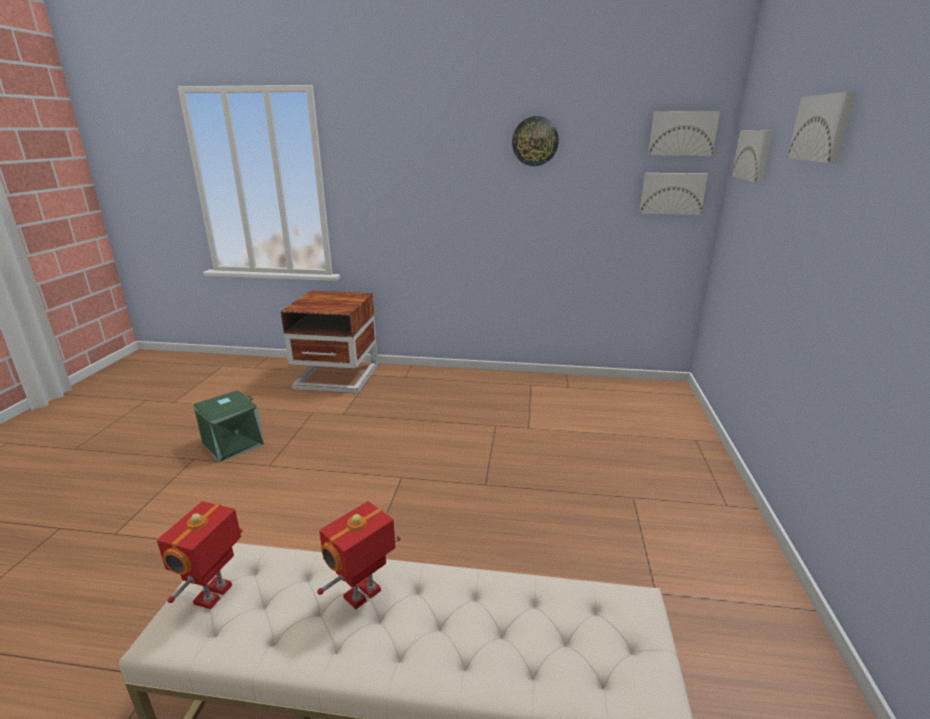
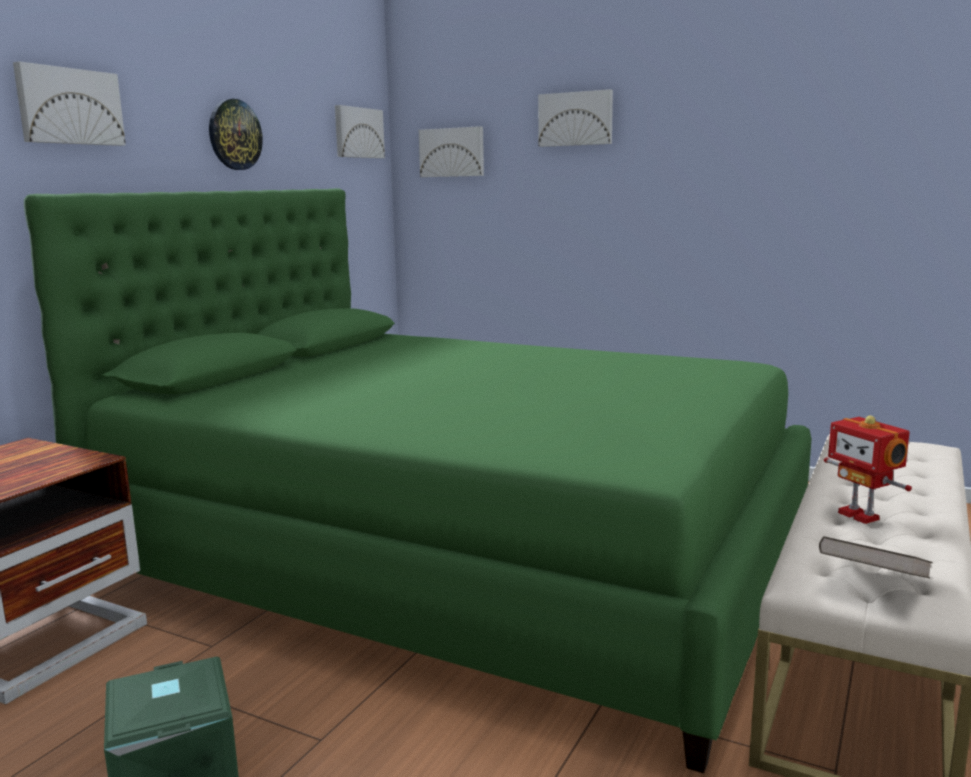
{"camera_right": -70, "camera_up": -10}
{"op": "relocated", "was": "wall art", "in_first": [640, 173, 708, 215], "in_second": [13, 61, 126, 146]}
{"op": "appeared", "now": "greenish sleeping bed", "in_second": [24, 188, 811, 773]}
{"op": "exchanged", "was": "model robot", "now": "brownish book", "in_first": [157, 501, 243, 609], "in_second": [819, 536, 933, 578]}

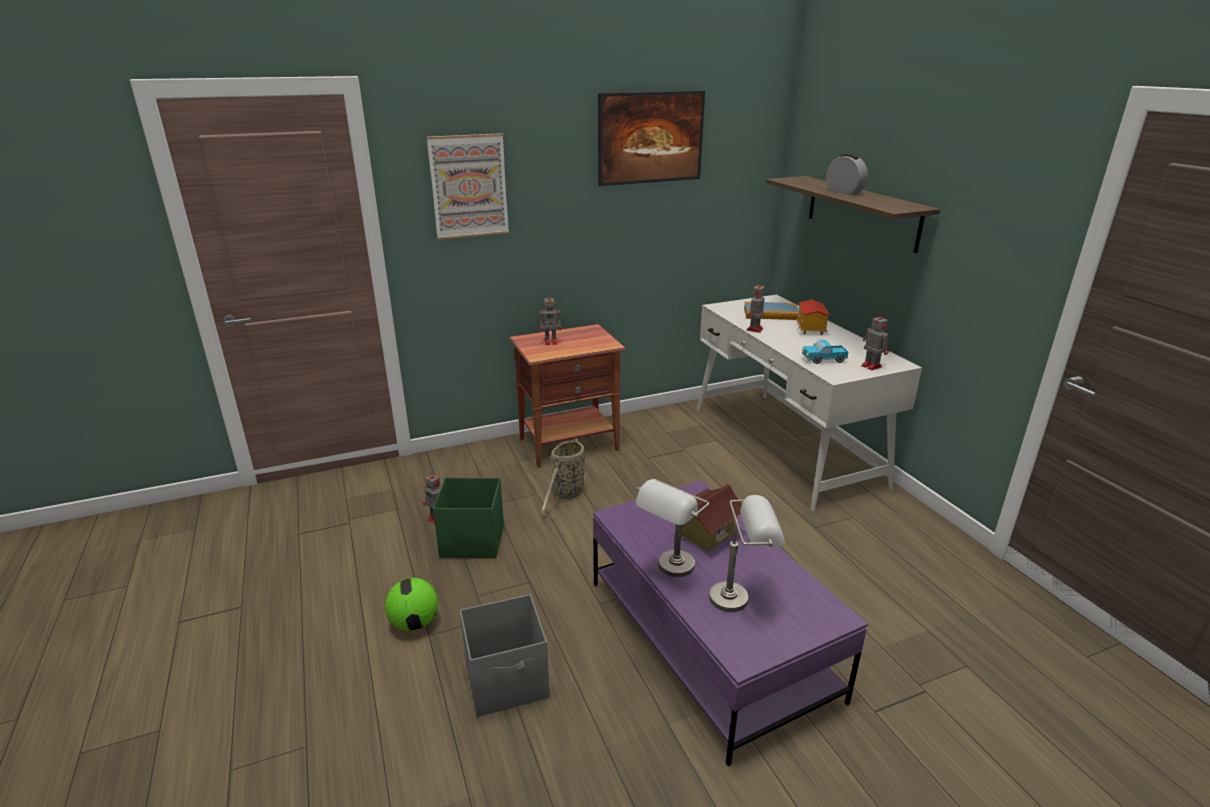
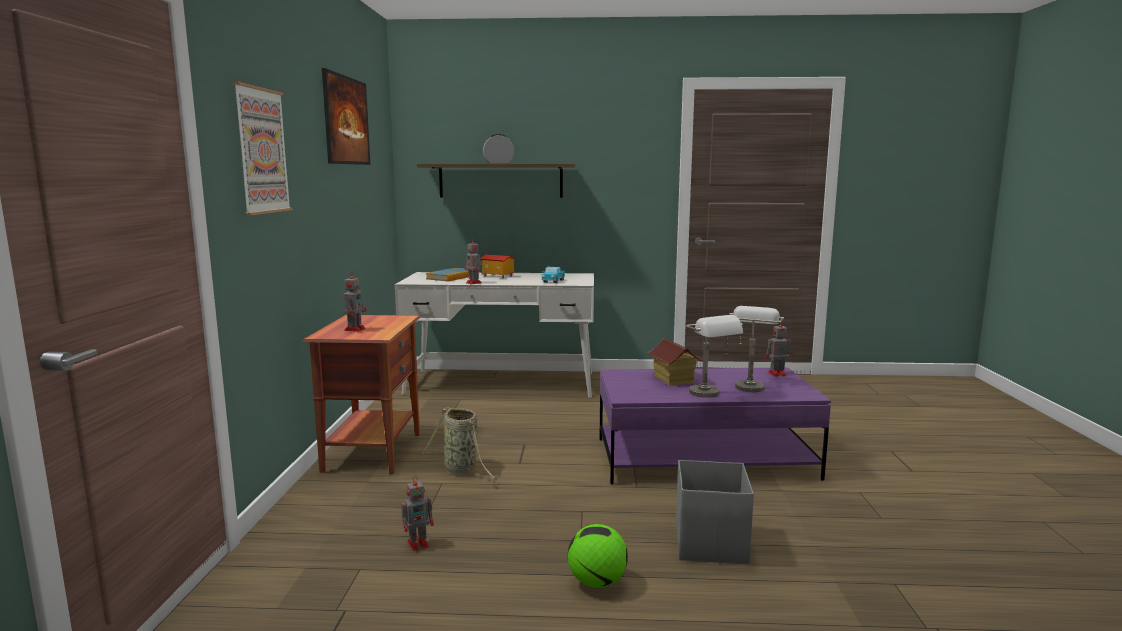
{"camera_right": -65, "camera_up": -15}
{"op": "relocated", "was": "model robot", "in_first": [861, 313, 889, 370], "in_second": [765, 323, 791, 376]}
{"op": "missing", "was": "greenish storage container", "in_first": [433, 478, 504, 558]}

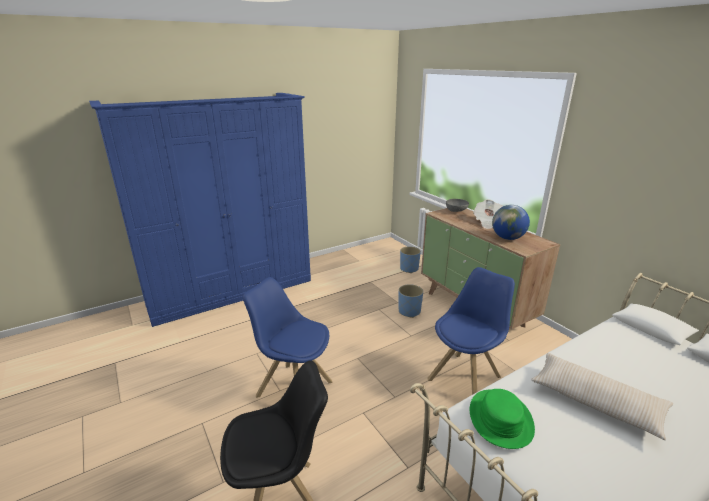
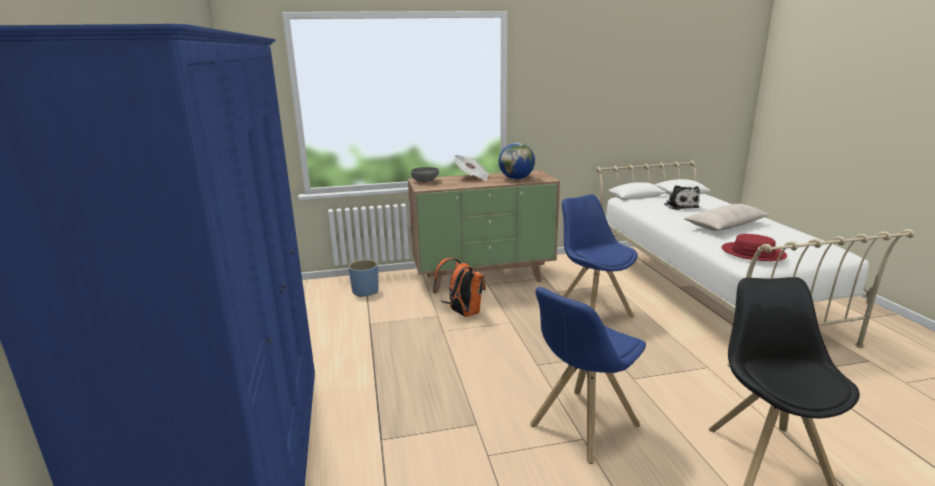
{"camera_right": -70, "camera_up": -5}
{"op": "exchanged", "was": "bluish flower pot", "now": "orangey knapsack", "in_first": [399, 284, 423, 318], "in_second": [434, 258, 486, 317]}
{"op": "appeared", "now": "soft toy", "in_second": [664, 185, 700, 210]}
{"op": "colour", "was": "greenish hat", "now": "reddish hat", "in_first": [470, 389, 535, 449], "in_second": [721, 234, 787, 261]}

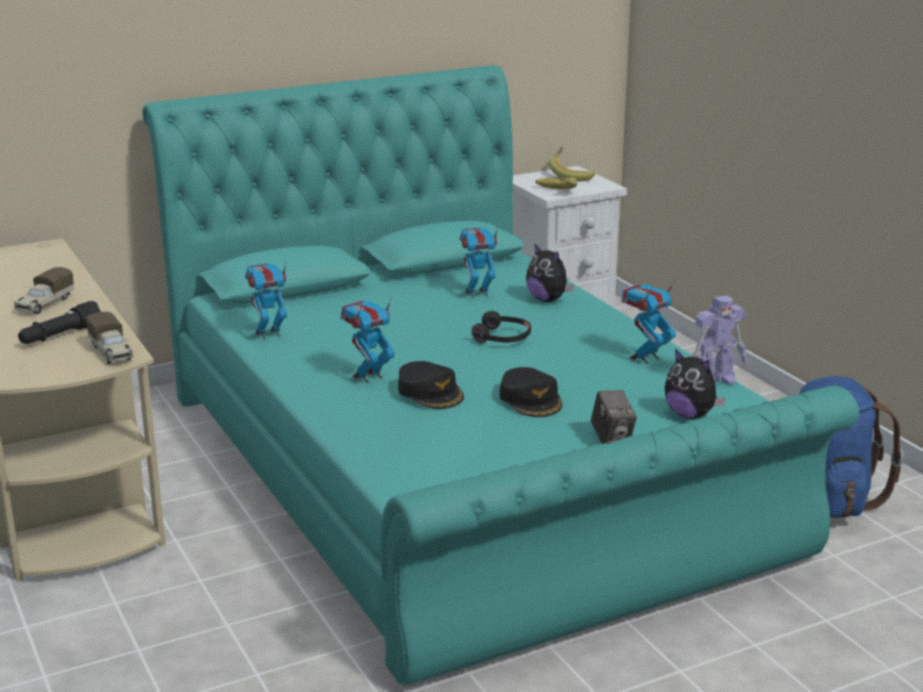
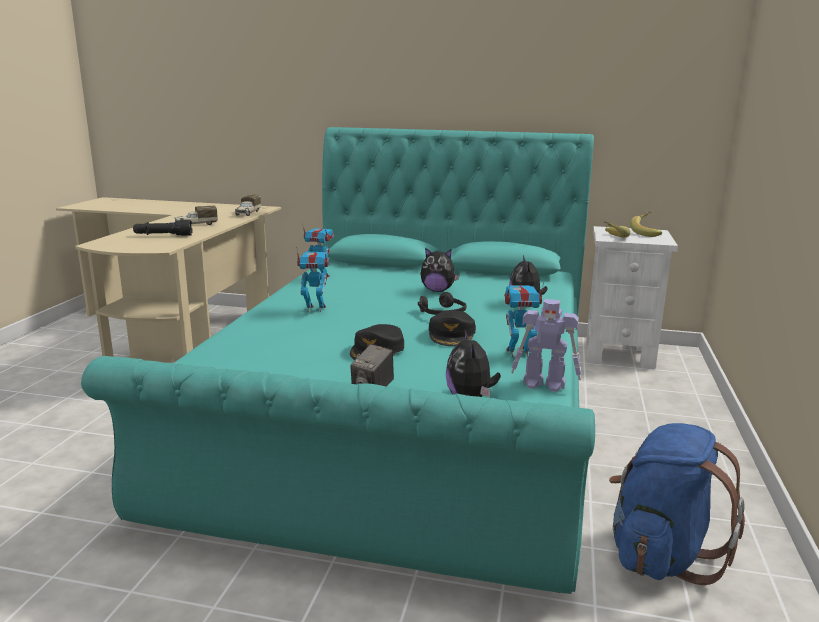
{"camera_right": 40, "camera_up": -5}
{"op": "relocated", "was": "model truck", "in_first": [86, 312, 134, 364], "in_second": [235, 194, 261, 216]}
{"op": "appeared", "now": "soft toy", "in_second": [421, 248, 460, 292]}
{"op": "relocated", "was": "black-coloured baseball cap", "in_first": [398, 361, 464, 409], "in_second": [429, 310, 476, 346]}
{"op": "missing", "was": "model robot", "in_first": [459, 225, 498, 298]}

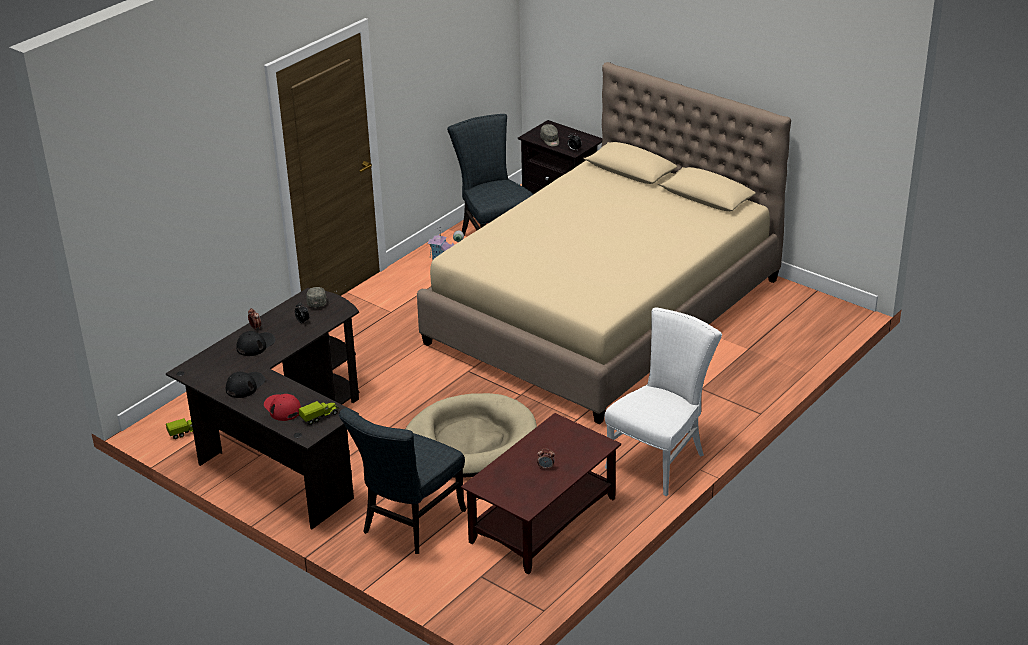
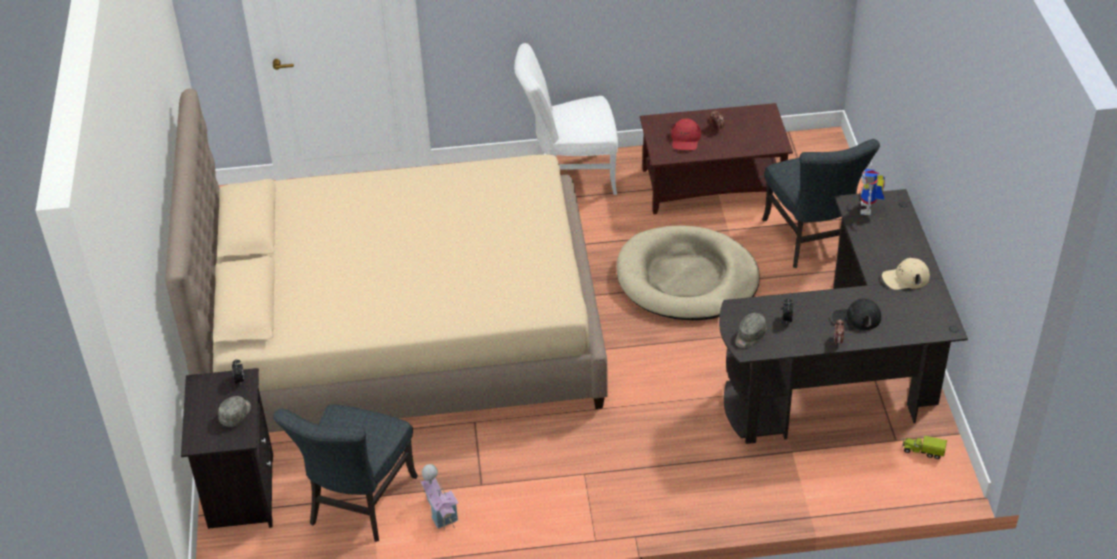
{"camera_right": -135, "camera_up": 10}
{"op": "relocated", "was": "reddish baseball cap", "in_first": [264, 394, 301, 421], "in_second": [671, 118, 701, 150]}
{"op": "spun", "was": "gray chair", "in_first": [339, 408, 466, 554], "in_second": [762, 139, 880, 268], "clockwise": 90}
{"op": "exchanged", "was": "model truck", "now": "model robot", "in_first": [298, 401, 340, 425], "in_second": [860, 162, 885, 215]}
{"op": "colour", "was": "black-coloured baseball cap", "now": "beige-coloured baseball cap", "in_first": [226, 372, 265, 398], "in_second": [882, 258, 930, 290]}

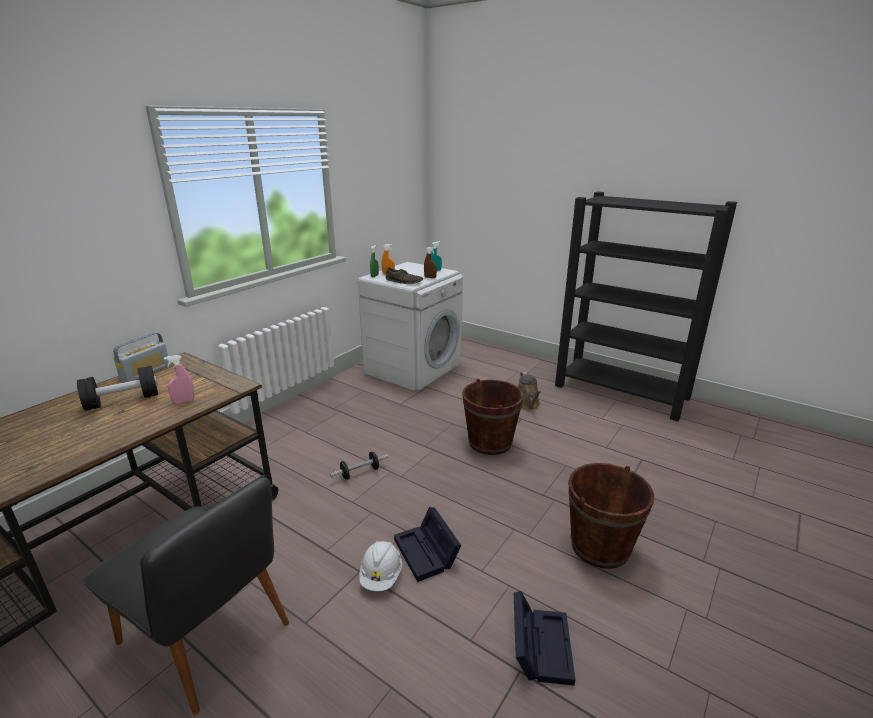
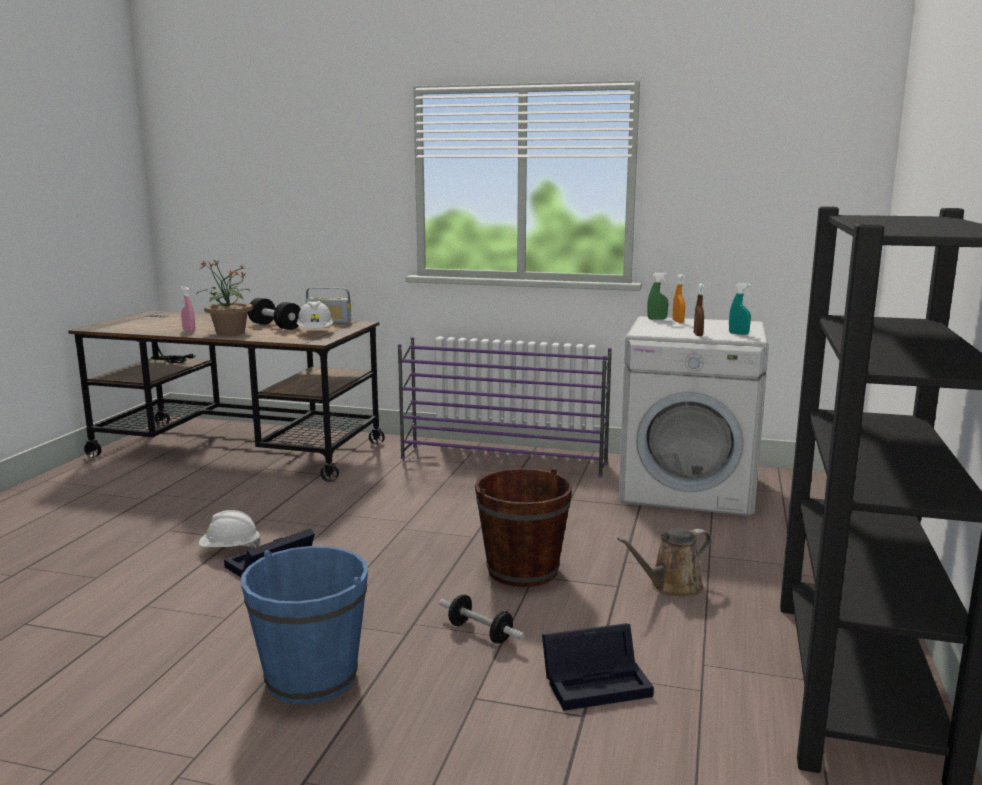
{"camera_right": 70, "camera_up": -10}
{"op": "relocated", "was": "pink sprayer", "in_first": [164, 355, 195, 404], "in_second": [181, 286, 195, 332]}
{"op": "appeared", "now": "plant in a pot", "in_second": [197, 260, 253, 335]}
{"op": "colour", "was": "brownish water bucket", "now": "bluish water bucket", "in_first": [568, 463, 654, 569], "in_second": [241, 546, 368, 704]}
{"op": "appeared", "now": "white safety helmet", "in_second": [297, 301, 333, 329]}
{"op": "appeared", "now": "purplish shoe shelf", "in_second": [398, 337, 612, 477]}
{"op": "relocated", "was": "free weight", "in_first": [330, 452, 388, 480], "in_second": [439, 594, 525, 644]}
{"op": "relocated", "was": "black-coloured storage container", "in_first": [514, 591, 575, 686], "in_second": [542, 623, 654, 711]}
{"op": "missing", "was": "black-coloured chair", "in_first": [84, 476, 289, 715]}
{"op": "missing", "was": "brownish item of footwear", "in_first": [386, 267, 423, 284]}

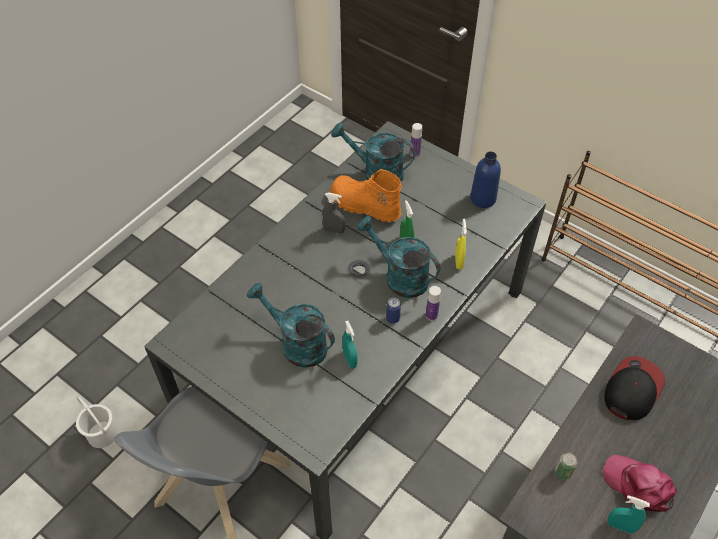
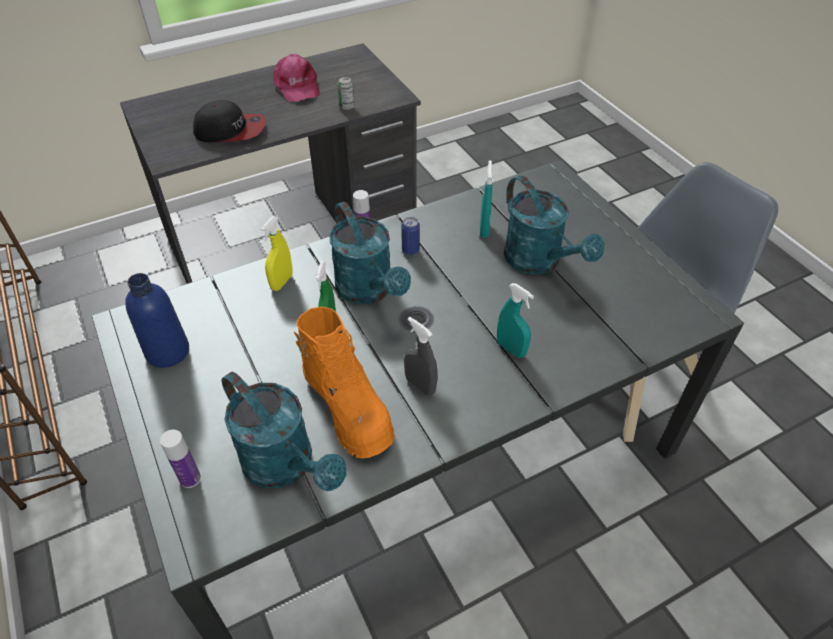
{"camera_right": -155, "camera_up": -5}
{"op": "spun", "was": "baseball cap", "in_first": [604, 356, 665, 420], "in_second": [193, 100, 266, 142], "clockwise": -150}
{"op": "relocated", "was": "turquoise-coloured sprayer", "in_first": [607, 495, 650, 534], "in_second": [497, 283, 534, 358]}
{"op": "missing", "was": "white water bucket", "in_first": [76, 396, 117, 448]}

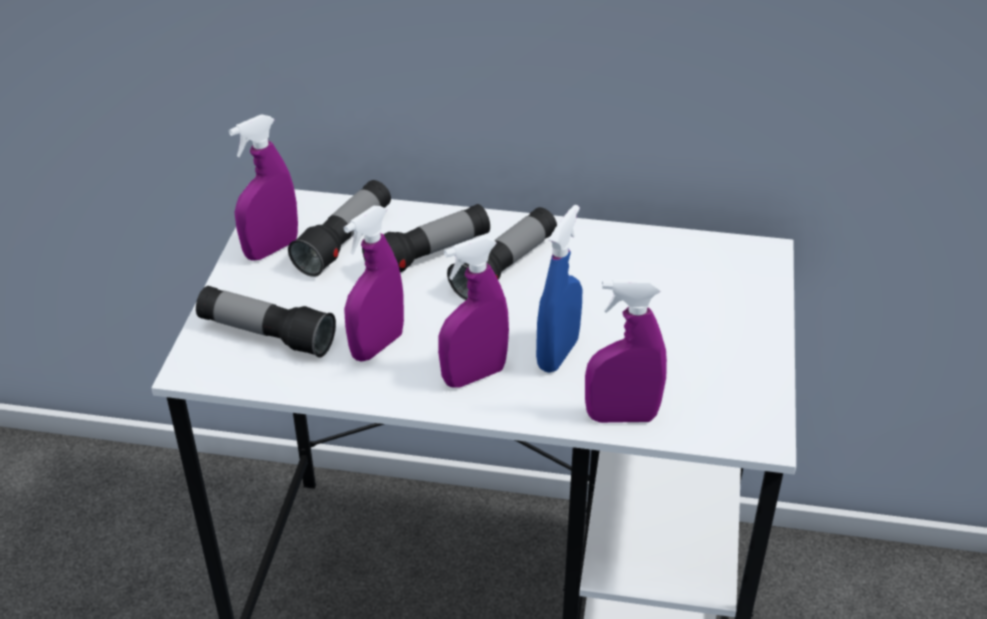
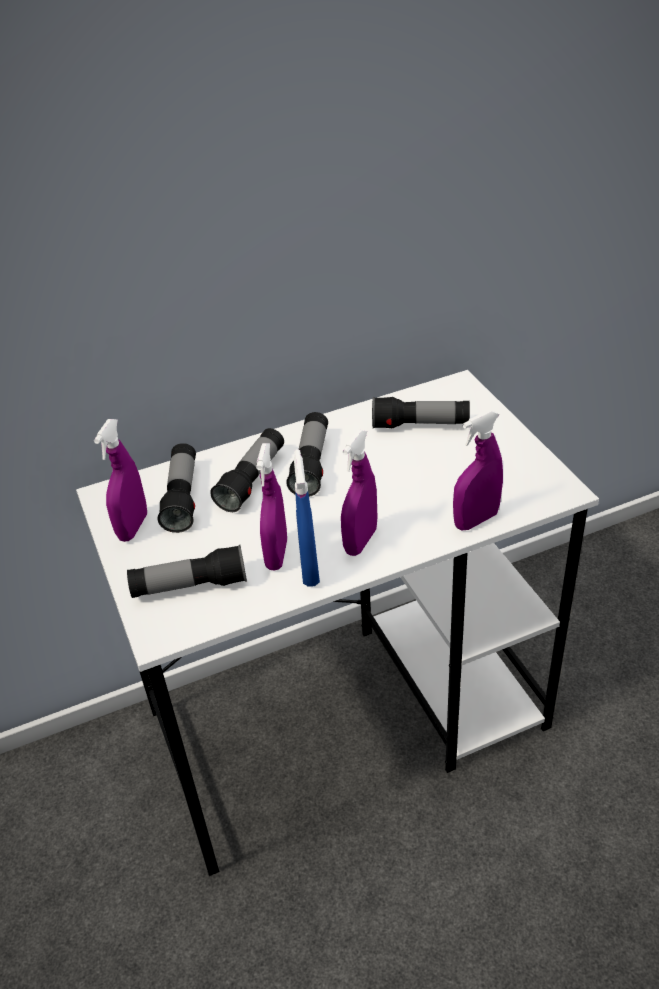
{"camera_right": -30, "camera_up": 0}
{"op": "relocated", "was": "bluish sprayer", "in_first": [536, 205, 582, 373], "in_second": [294, 449, 320, 587]}
{"op": "appeared", "now": "hand torch", "in_second": [372, 397, 470, 429]}

